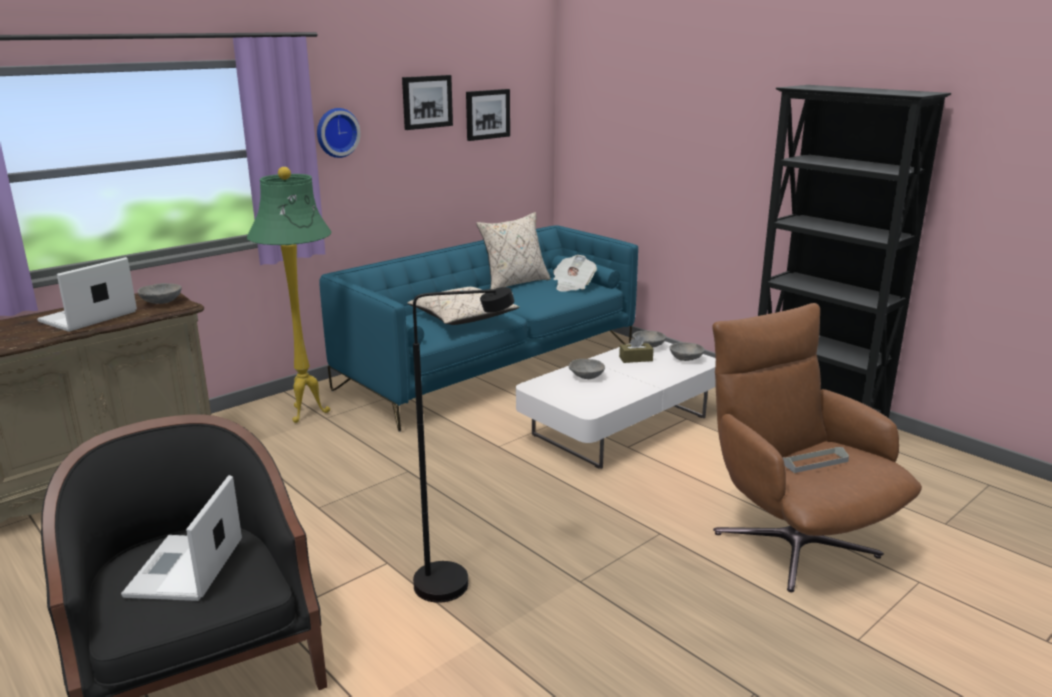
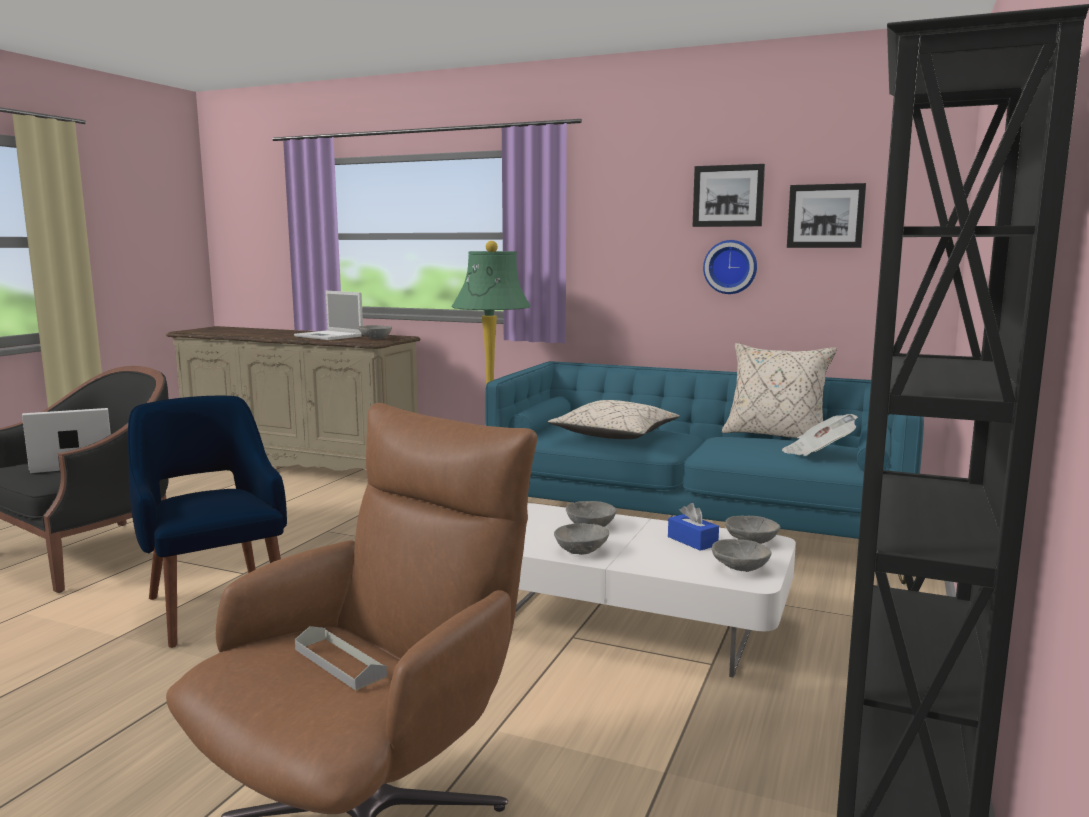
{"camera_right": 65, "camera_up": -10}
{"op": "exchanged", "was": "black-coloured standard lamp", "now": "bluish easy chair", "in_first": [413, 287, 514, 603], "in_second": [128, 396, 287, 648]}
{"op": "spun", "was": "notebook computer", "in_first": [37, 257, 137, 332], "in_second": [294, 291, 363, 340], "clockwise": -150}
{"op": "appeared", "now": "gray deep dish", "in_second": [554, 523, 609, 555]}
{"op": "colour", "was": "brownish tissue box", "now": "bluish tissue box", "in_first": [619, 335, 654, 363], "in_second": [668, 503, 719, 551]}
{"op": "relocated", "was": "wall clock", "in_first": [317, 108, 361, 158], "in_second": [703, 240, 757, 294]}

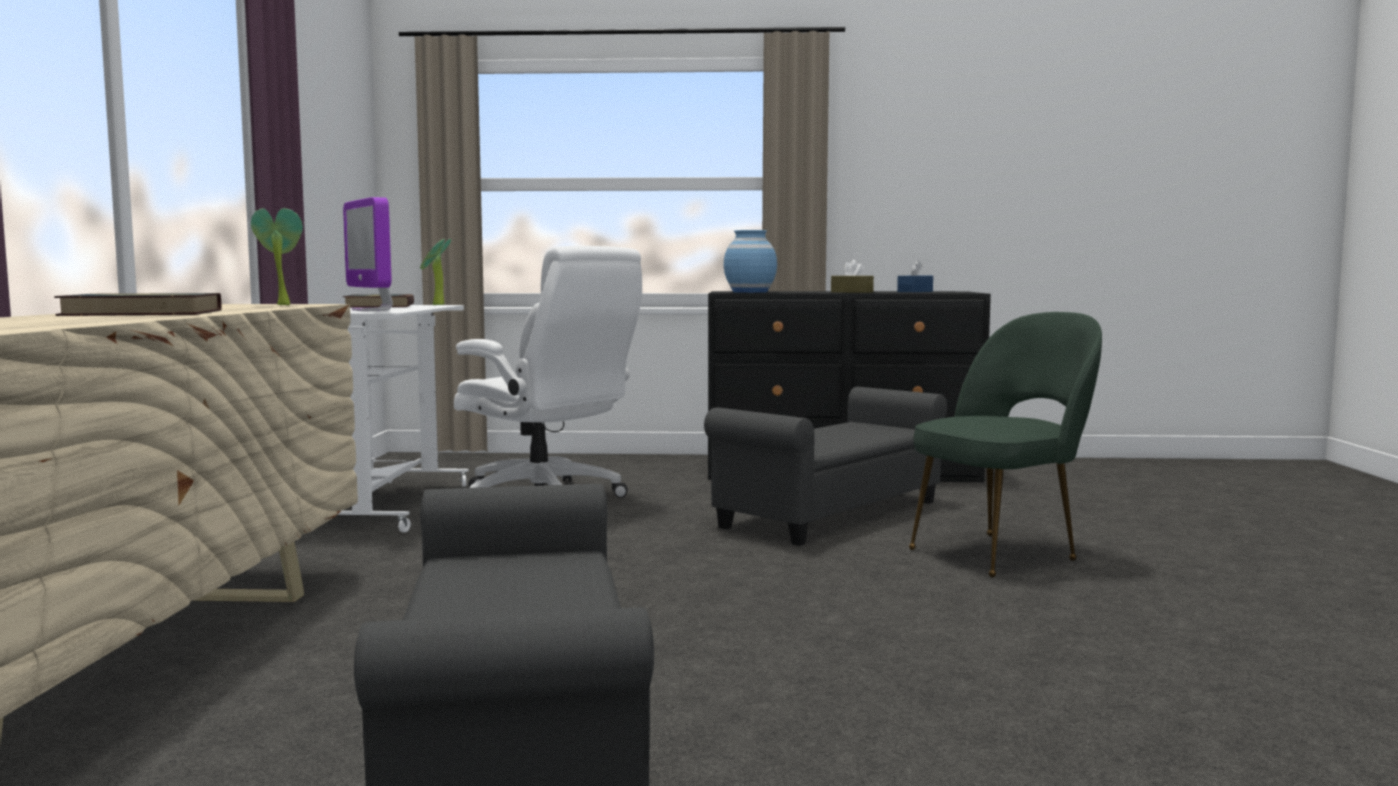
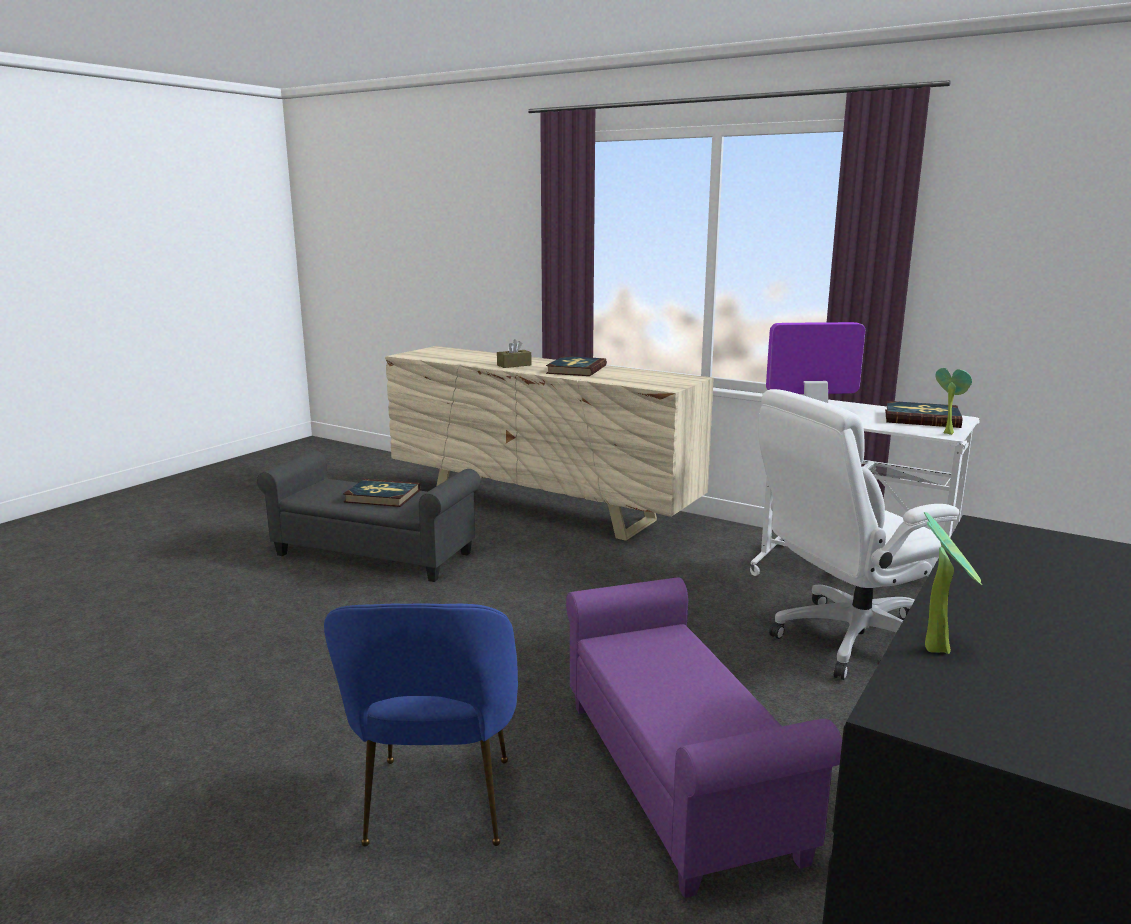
{"camera_right": 120, "camera_up": 10}
{"op": "colour", "was": "greenish chair", "now": "bluish chair", "in_first": [909, 312, 1102, 578], "in_second": [324, 604, 518, 847]}
{"op": "appeared", "now": "book", "in_second": [343, 479, 420, 507]}
{"op": "relocated", "was": "brownish tissue box", "in_first": [831, 260, 874, 293], "in_second": [497, 339, 531, 368]}
{"op": "colour", "was": "gray footrest", "now": "purplish footrest", "in_first": [704, 387, 947, 546], "in_second": [566, 578, 842, 898]}
{"op": "relocated", "was": "plant in a pot", "in_first": [251, 208, 303, 305], "in_second": [923, 512, 982, 654]}
{"op": "missing", "was": "bluish flower vase", "in_first": [724, 230, 777, 293]}
{"op": "missing", "was": "bluish tissue box", "in_first": [897, 260, 933, 292]}

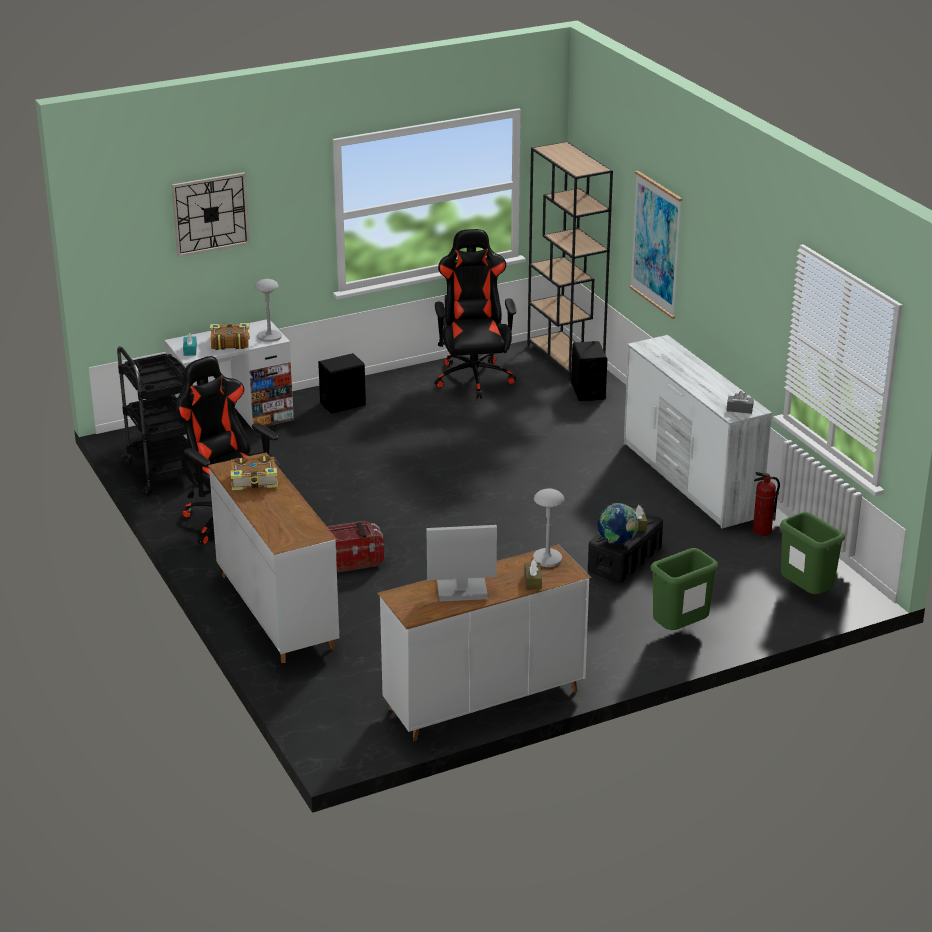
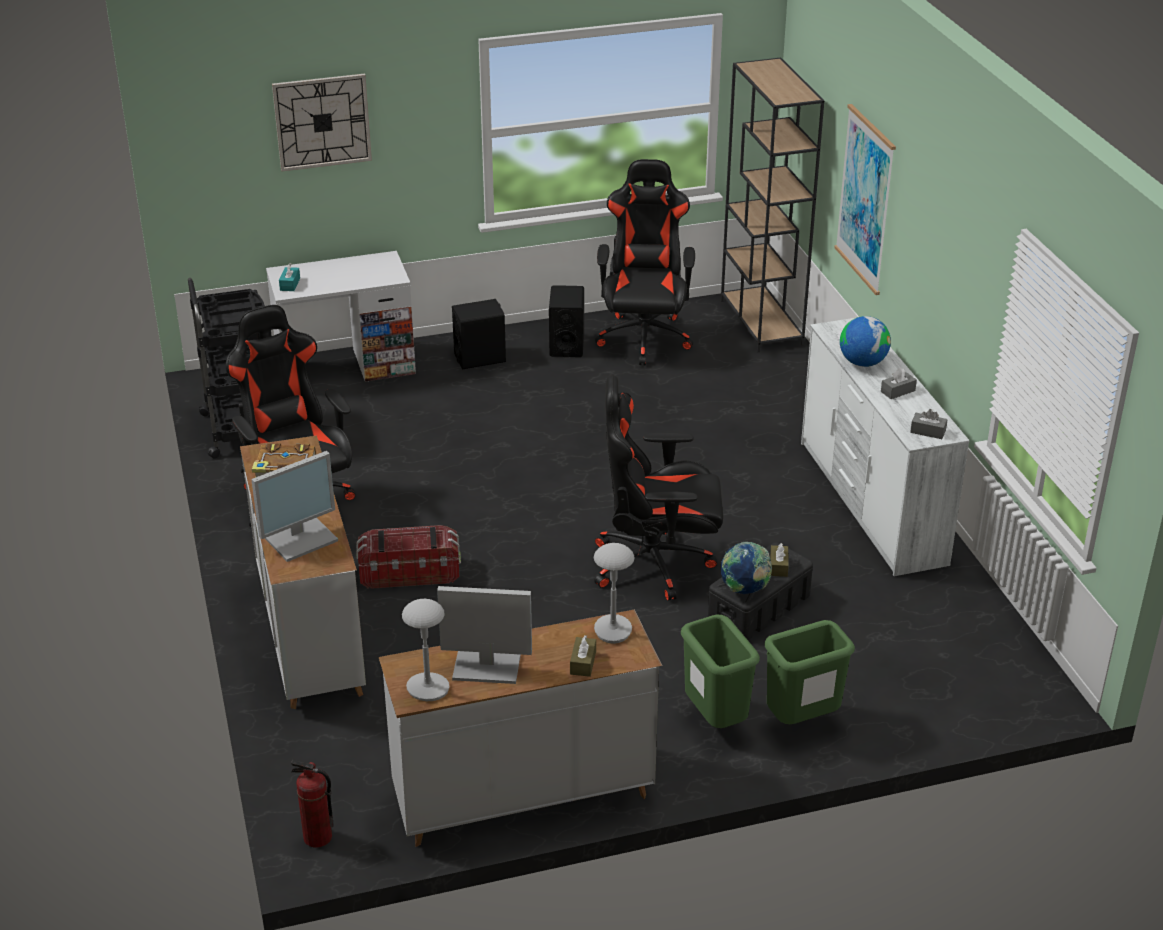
{"camera_right": 10, "camera_up": 5}
{"op": "appeared", "now": "computer screen", "in_second": [251, 451, 338, 562]}
{"op": "relocated", "was": "extinguisher", "in_first": [753, 472, 780, 536], "in_second": [291, 760, 334, 847]}
{"op": "relocated", "was": "gray lamp for a table", "in_first": [255, 279, 282, 342], "in_second": [402, 599, 450, 701]}
{"op": "relocated", "was": "black-coloured audio speaker", "in_first": [571, 341, 607, 401], "in_second": [549, 285, 584, 357]}
{"op": "appeared", "now": "black-coloured office chair", "in_second": [594, 374, 723, 601]}
{"op": "relocated", "was": "greenish rubbish bin", "in_first": [780, 512, 845, 594], "in_second": [681, 614, 760, 728]}
{"op": "appeared", "now": "world globe", "in_second": [840, 316, 891, 367]}
{"op": "appeared", "now": "gray tissue box", "in_second": [881, 368, 917, 399]}
{"op": "missing", "was": "book", "in_first": [210, 323, 250, 350]}

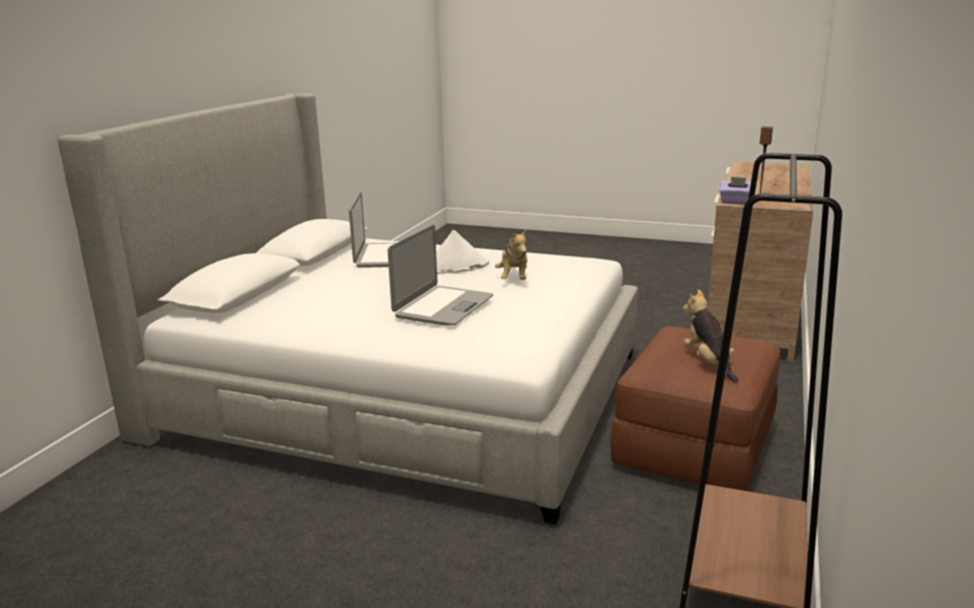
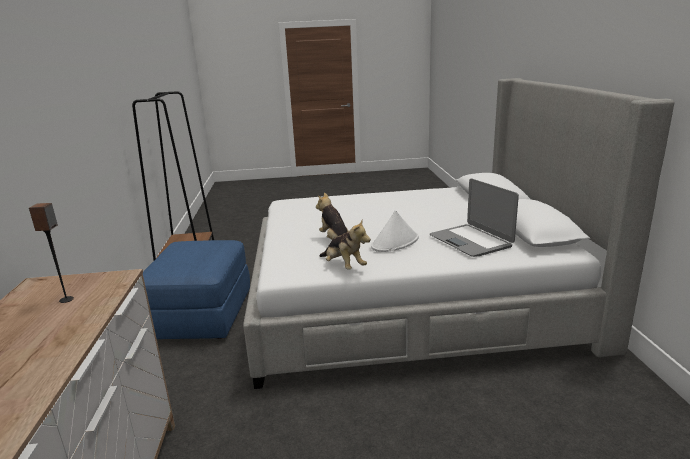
{"camera_right": 155, "camera_up": 0}
{"op": "colour", "was": "brownish footrest", "now": "bluish footrest", "in_first": [610, 326, 780, 491], "in_second": [143, 240, 250, 339]}
{"op": "relocated", "was": "soft toy", "in_first": [683, 289, 738, 383], "in_second": [320, 219, 371, 270]}
{"op": "missing", "was": "notebook computer", "in_first": [388, 225, 493, 326]}
{"op": "missing", "was": "purplish tissue box", "in_first": [720, 177, 751, 205]}

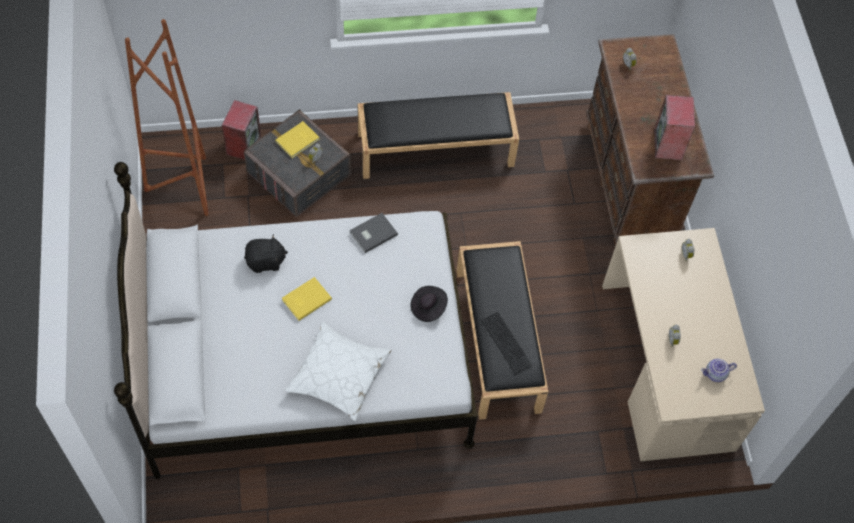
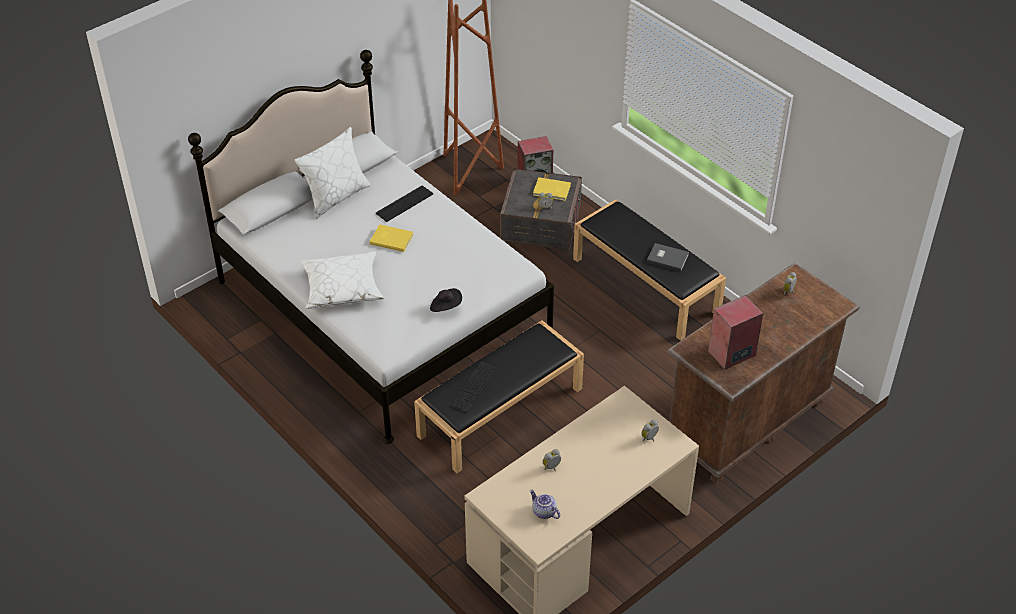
{"camera_right": 60, "camera_up": -15}
{"op": "appeared", "now": "white throw pillow", "in_second": [295, 127, 371, 219]}
{"op": "exchanged", "was": "black-coloured soft toy", "now": "keyboard", "in_first": [244, 234, 288, 273], "in_second": [375, 185, 433, 222]}
{"op": "relocated", "was": "gray book", "in_first": [350, 213, 398, 253], "in_second": [647, 243, 689, 271]}

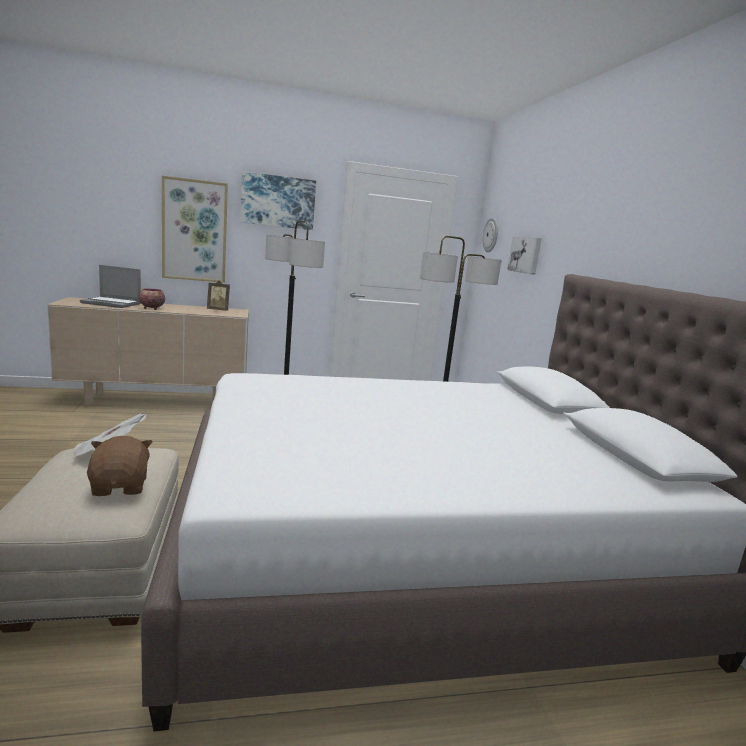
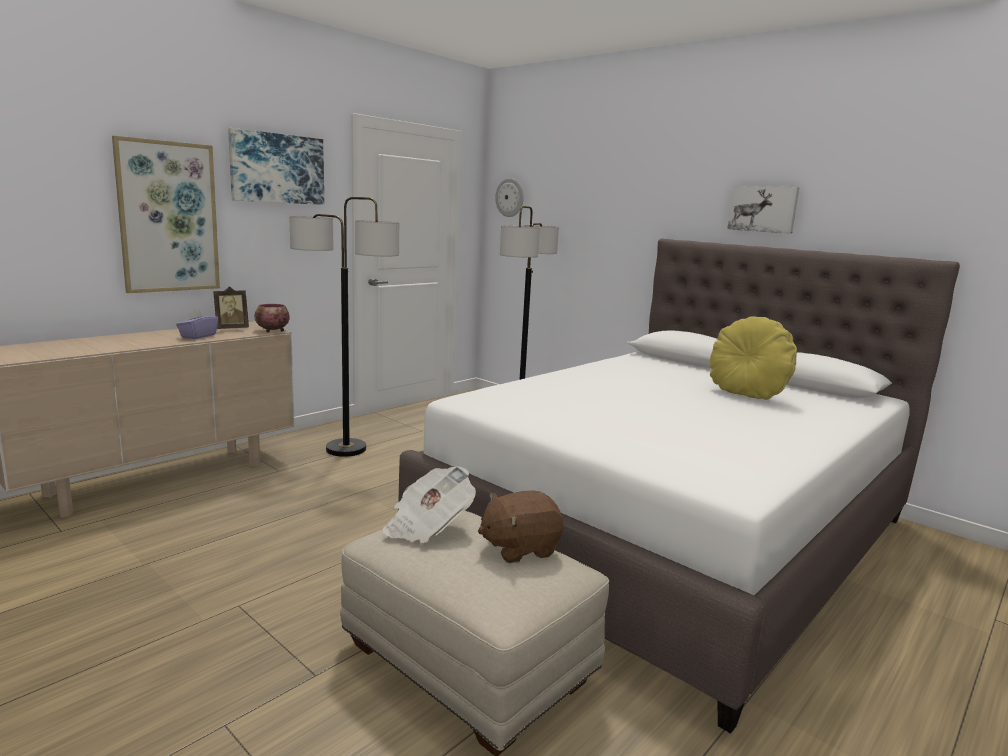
{"camera_right": -35, "camera_up": 0}
{"op": "appeared", "now": "purplish tissue box", "in_second": [176, 308, 218, 339]}
{"op": "relocated", "was": "deep dish", "in_first": [139, 288, 165, 310], "in_second": [254, 304, 290, 332]}
{"op": "spun", "was": "brownish soft toy", "in_first": [87, 436, 152, 496], "in_second": [478, 490, 563, 563], "clockwise": -60}
{"op": "appeared", "now": "yellowish throw pillow", "in_second": [710, 316, 797, 400]}
{"op": "relocated", "was": "wall art", "in_first": [507, 237, 541, 275], "in_second": [727, 186, 799, 234]}
{"op": "missing", "was": "notebook computer", "in_first": [80, 265, 141, 308]}

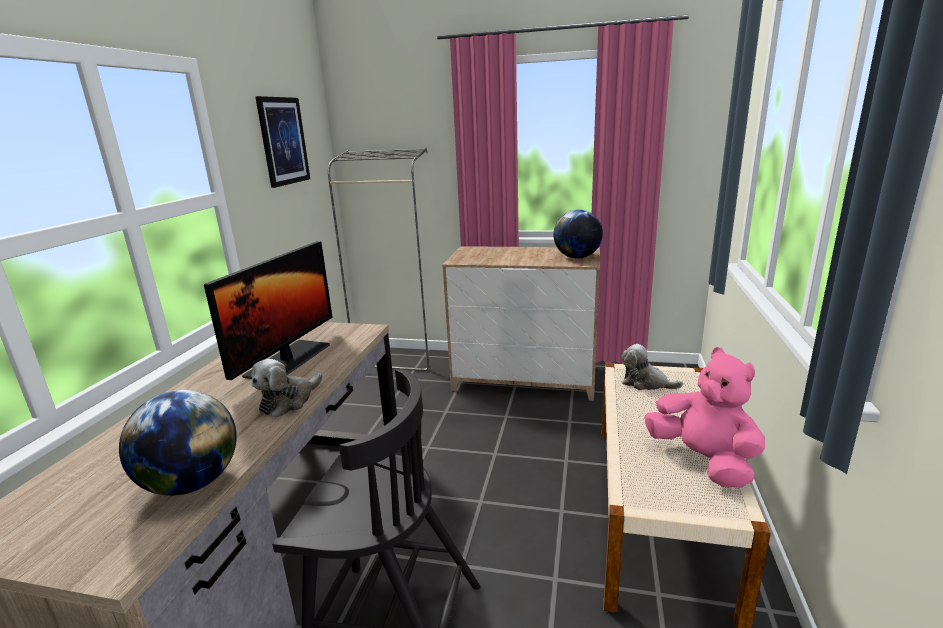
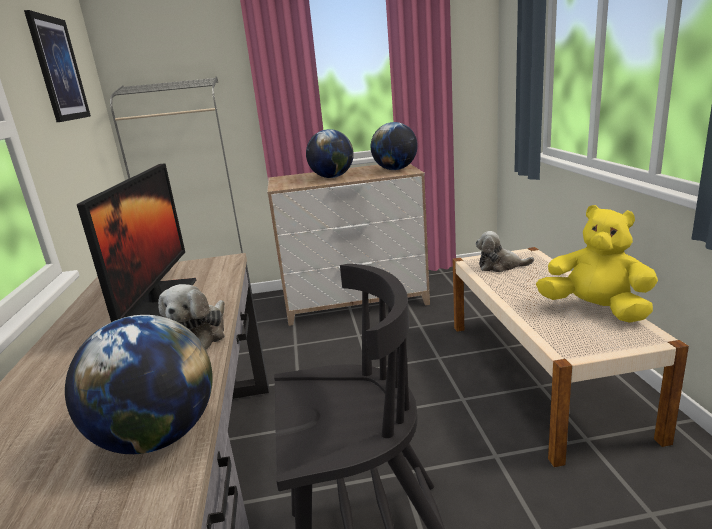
{"camera_right": -20, "camera_up": 0}
{"op": "appeared", "now": "world globe", "in_second": [306, 129, 354, 178]}
{"op": "colour", "was": "pink soft toy", "now": "yellowish soft toy", "in_first": [644, 347, 765, 488], "in_second": [536, 205, 658, 323]}

